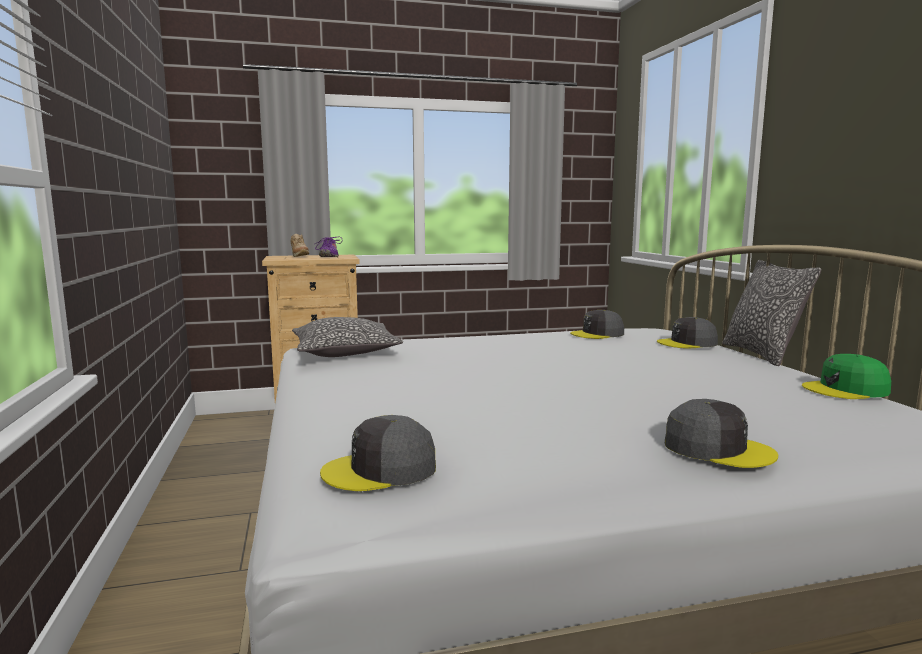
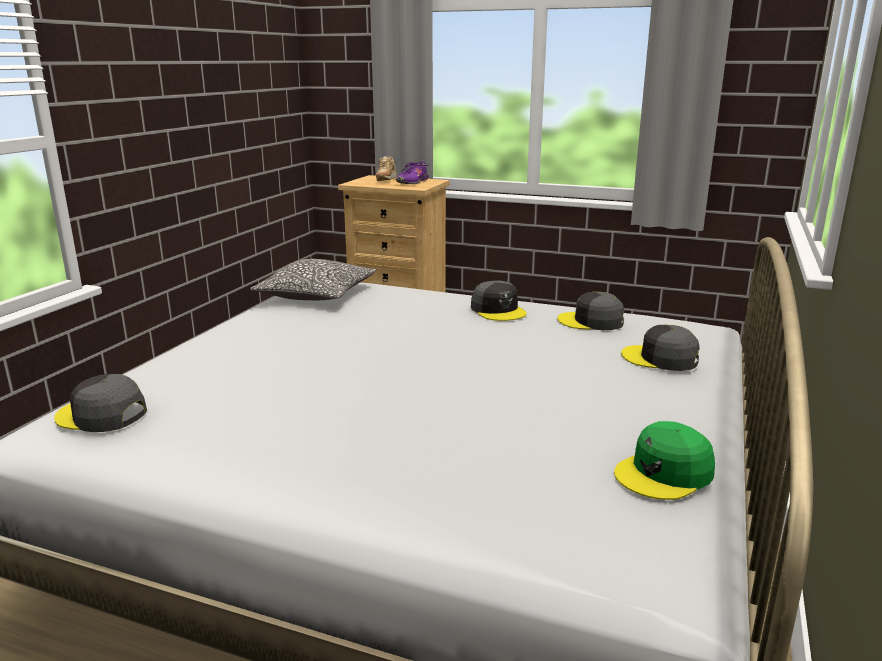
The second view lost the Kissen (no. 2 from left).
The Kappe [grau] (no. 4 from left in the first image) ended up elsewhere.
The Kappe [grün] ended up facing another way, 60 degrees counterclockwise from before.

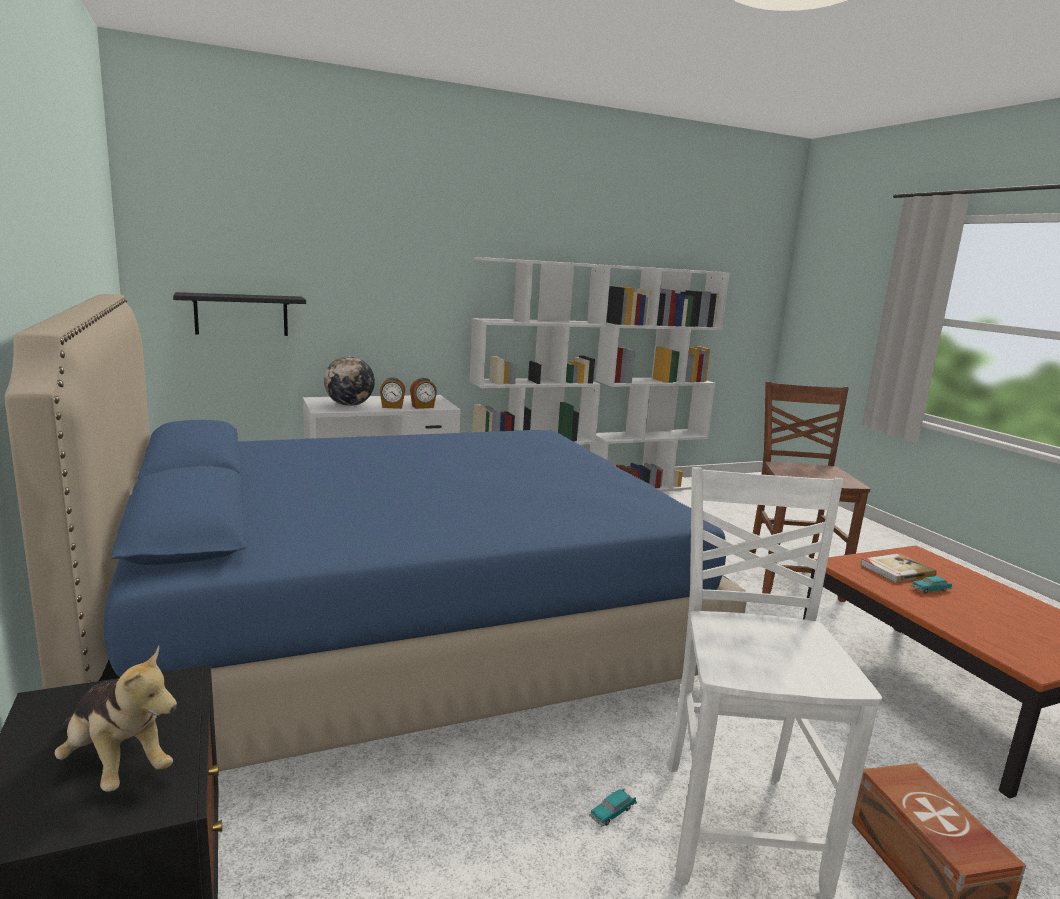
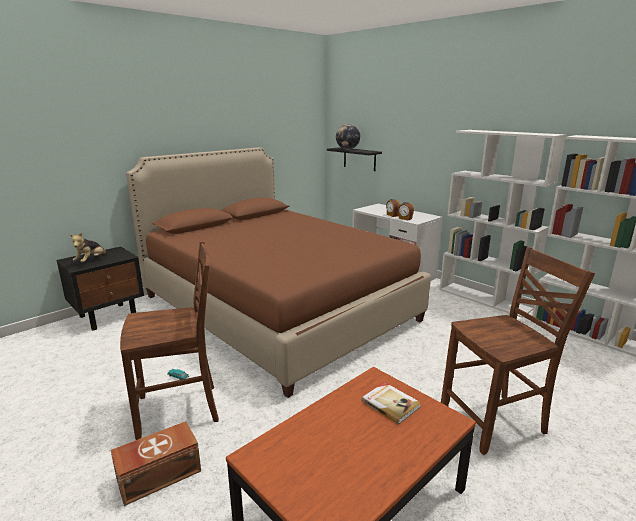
The second view lost the Spielzeugauto (no. 2 from left).
The Globus ended up elsewhere.
What was the Bett [blau] turned into the Bett [braun].
What was the Stuhl [weiß] turned into the Stuhl [braun] (no. 1 from left).

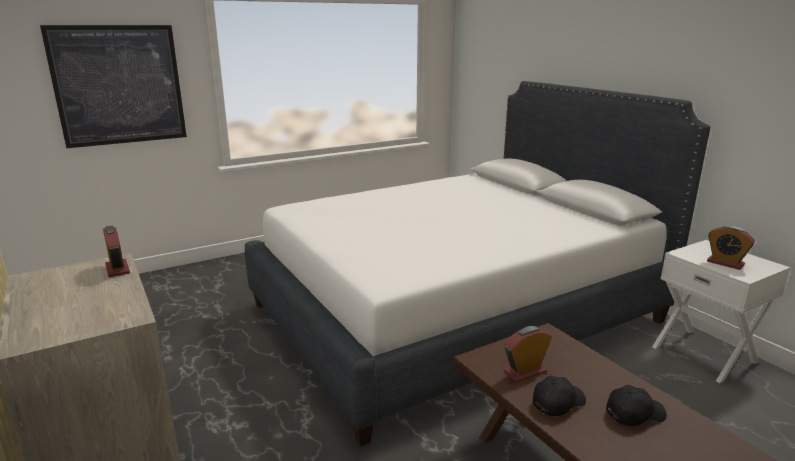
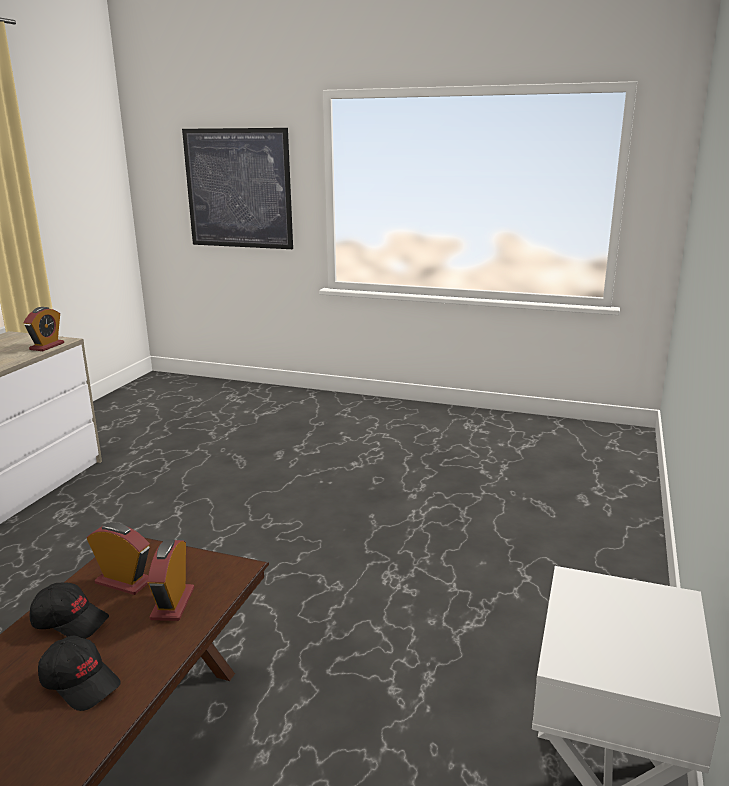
The second view lost the Bett [weiß].
The Wecker (no. 3 from left) ended up elsewhere.

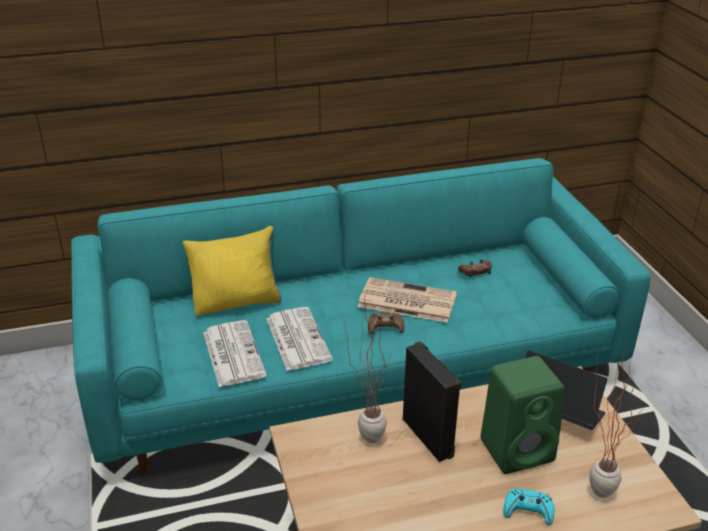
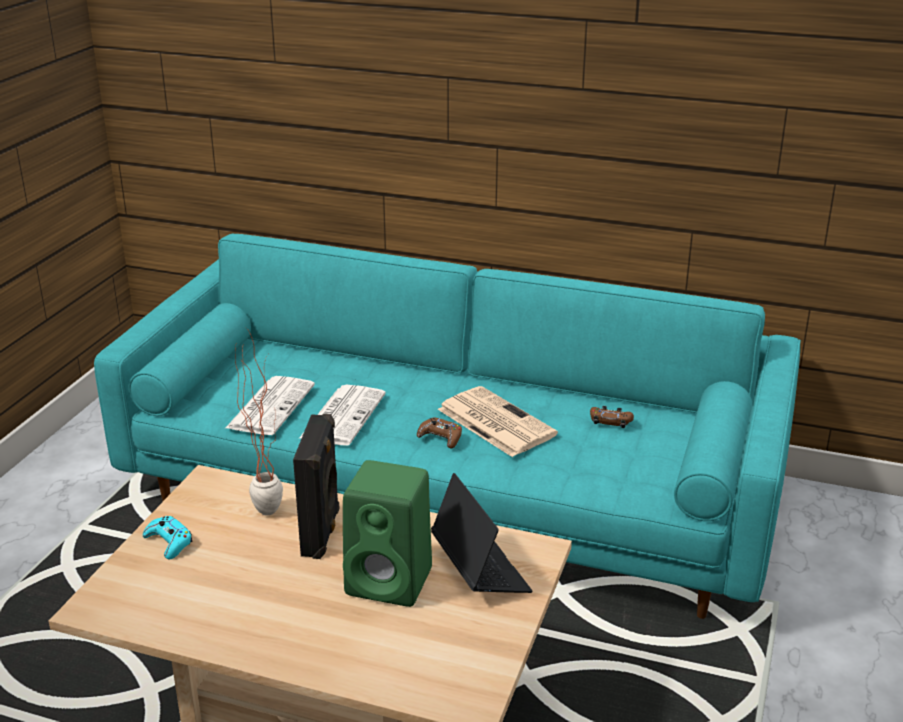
The second view lost the Kissen [gelb].
The second view lost the Topfpflanze (no. 2 from left).
The Gamepad [türkis] ended up elsewhere.

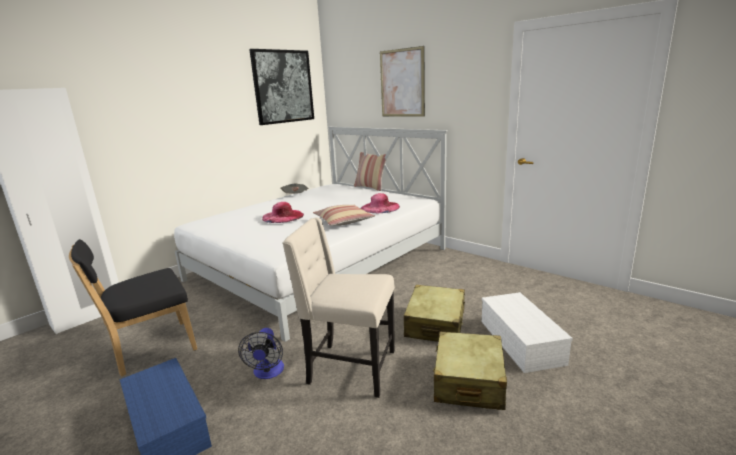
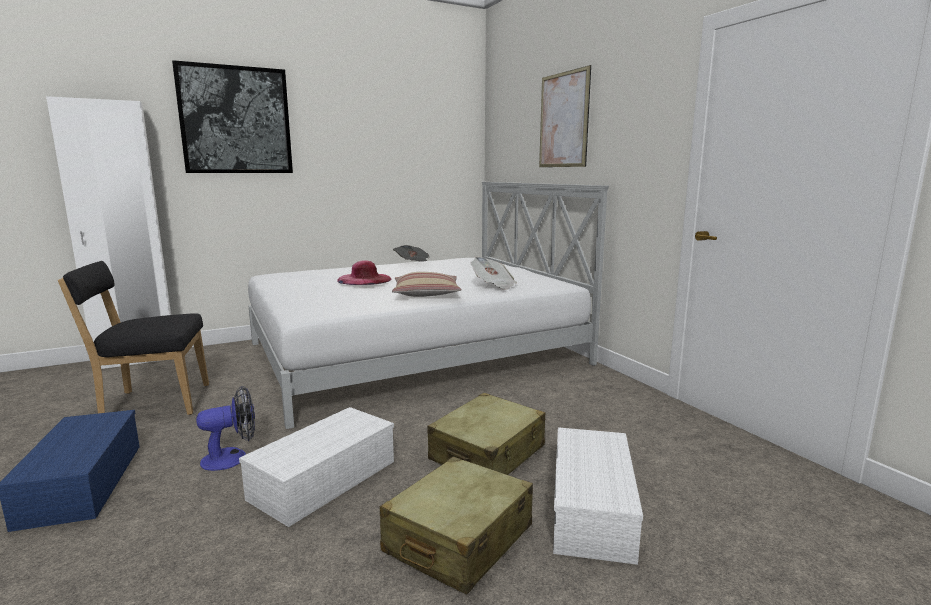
The second view lost the Kissen (no. 2 from left).
The Bild (no. 1 from left) ended up elsewhere.
Where the Stuhl [beige] stood, the Aufbewahrungsbox [weiß] (no. 1 from left) came to stand.
Where the Hut [rosa] (no. 2 from left) stood, the Zeitung (no. 2 from left) came to stand.
The Ventilator ended up facing another way, 135 degrees counterclockwise from before.

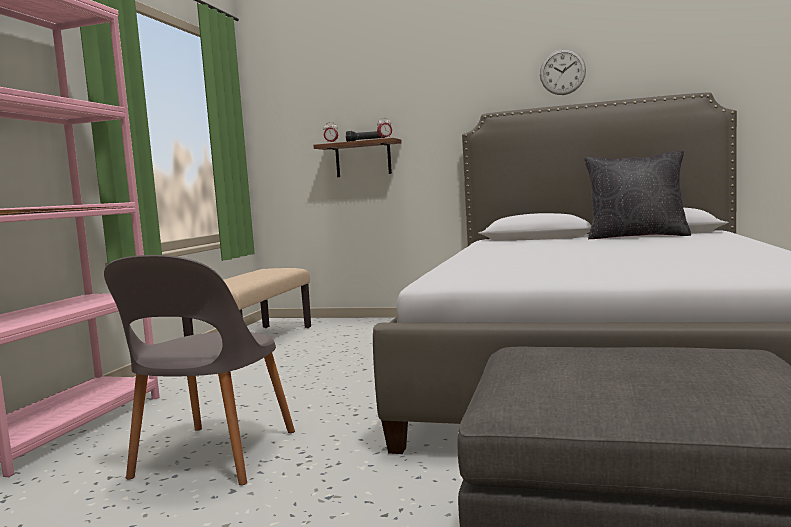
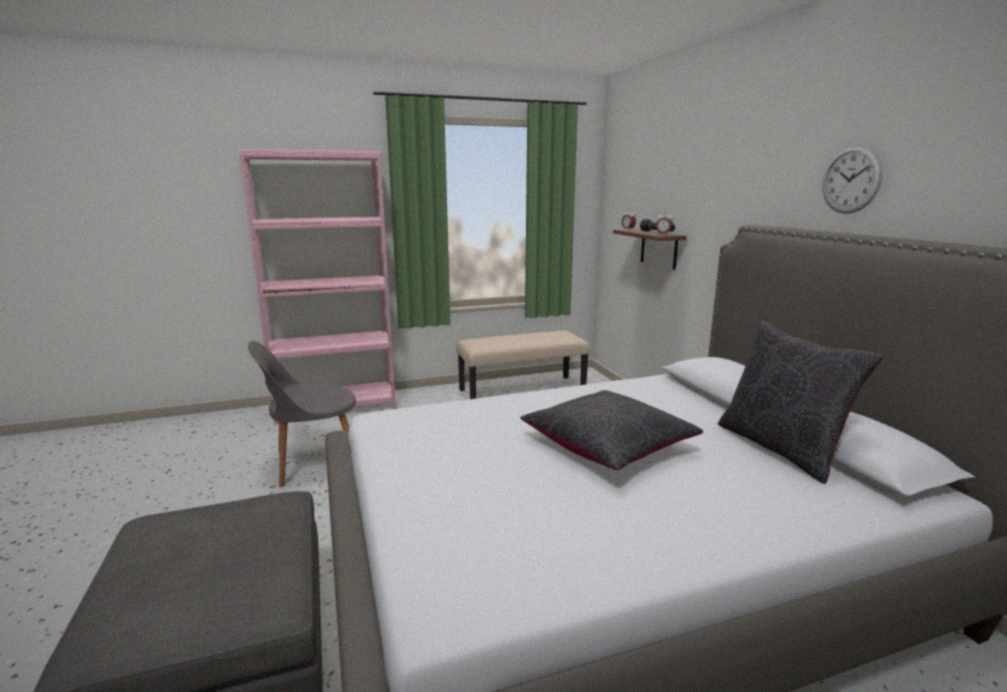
The second view gained the Kissen [schwarz] (no. 1 from left).

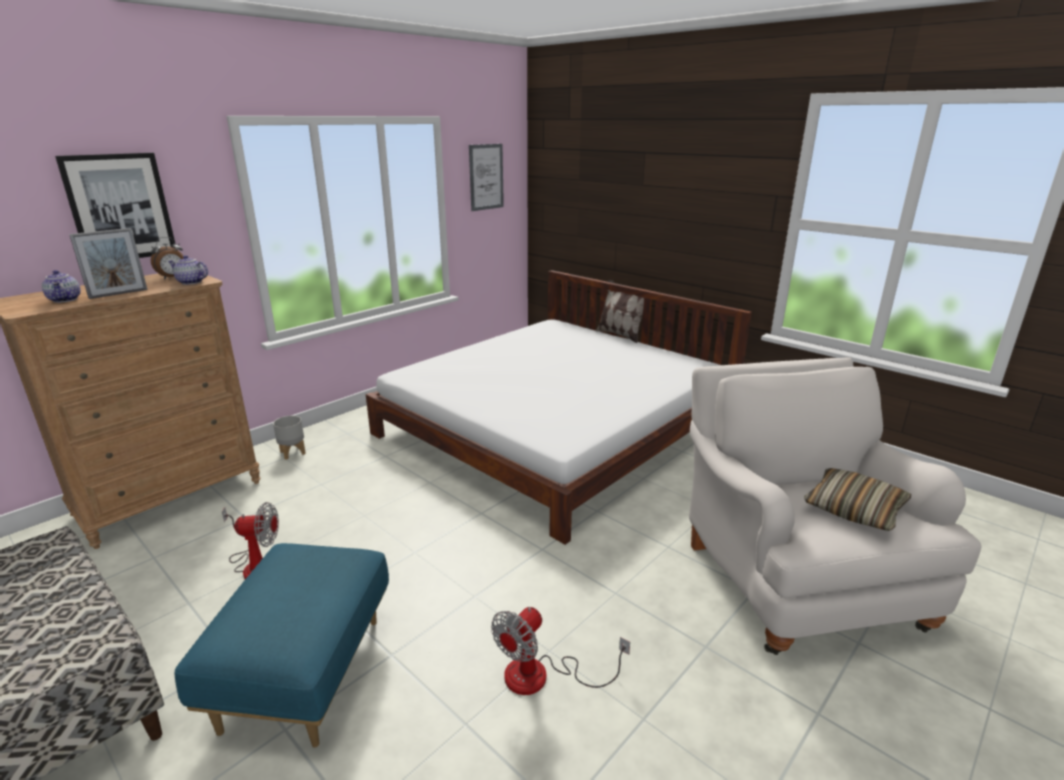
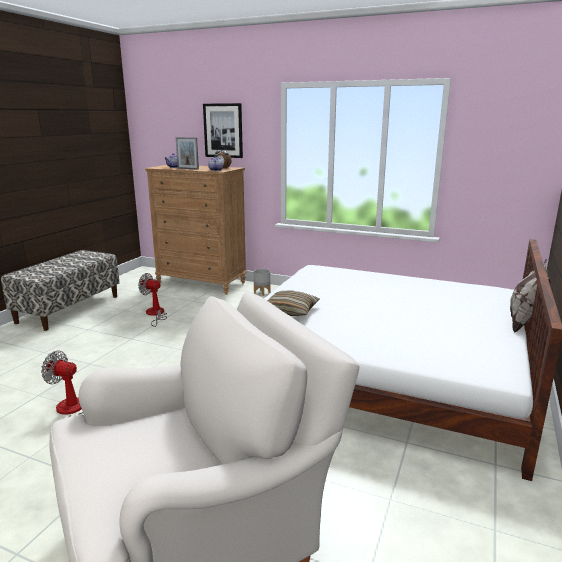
The second view lost the Polsterhocker [blau].
The second view lost the Bild (no. 2 from left).
The Kissen (no. 2 from left in the first image) ended up elsewhere.
The Ventilator (no. 1 from left in the first image) ended up facing another way, 135 degrees clockwise from before.

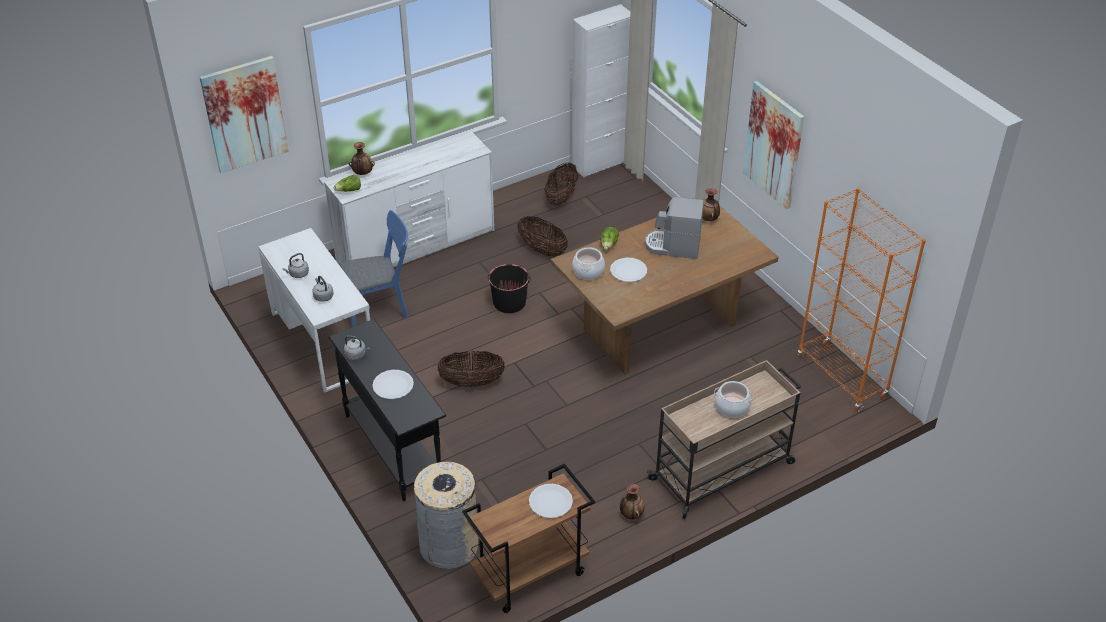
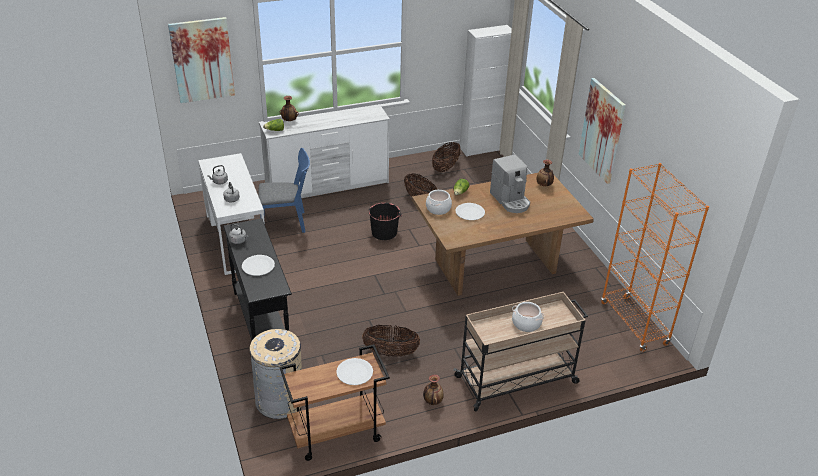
The Korb (no. 1 from left) ended up elsewhere.
The Kaffeemaschine ended up facing another way, 135 degrees counterclockwise from before.

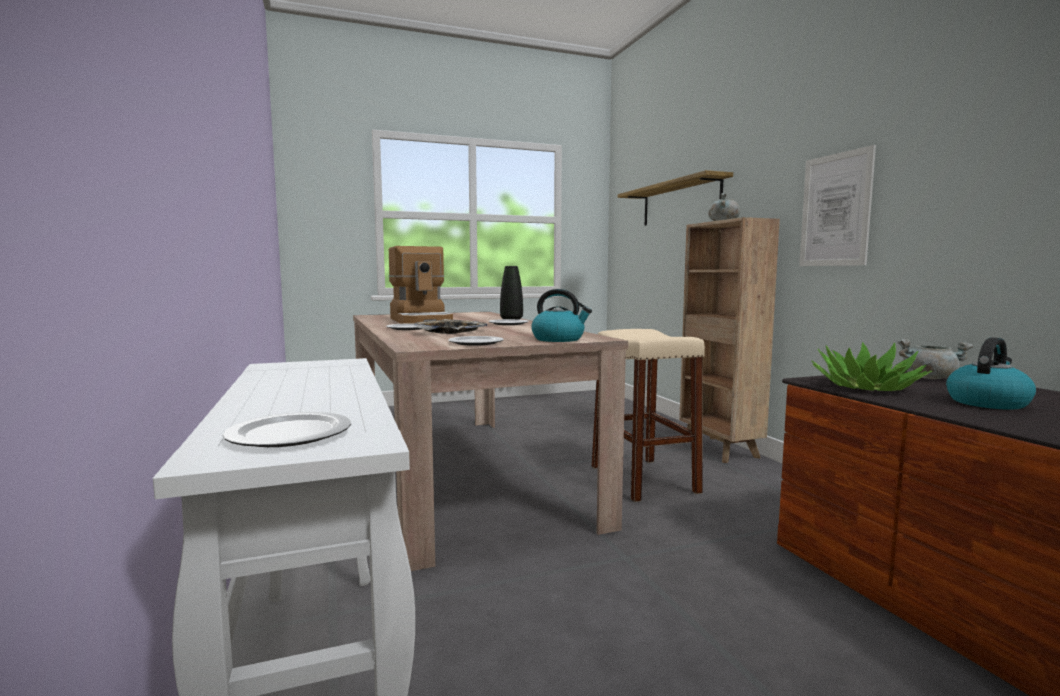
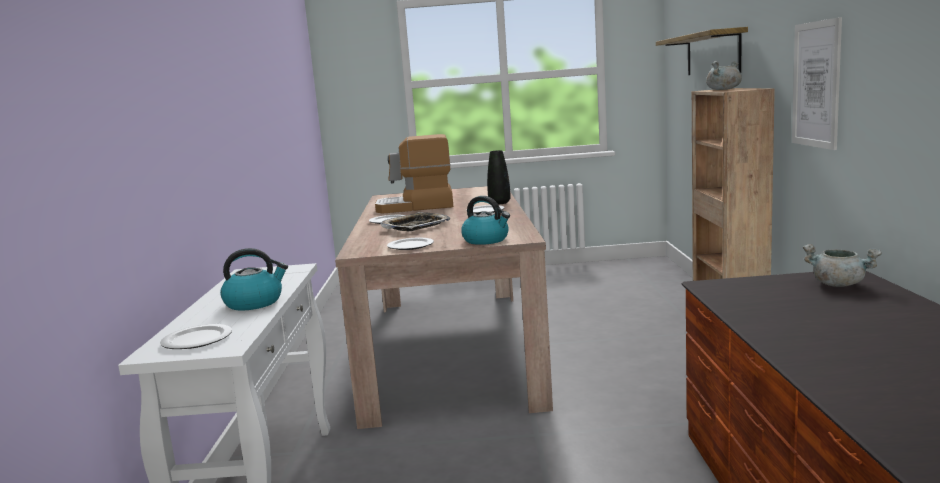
The second view lost the Hocker [beige].
The second view lost the Topfpflanze.
The Wasserkessel (no. 2 from left in the first image) ended up elsewhere.
The Kaffeemaschine ended up facing another way, 90 degrees clockwise from before.

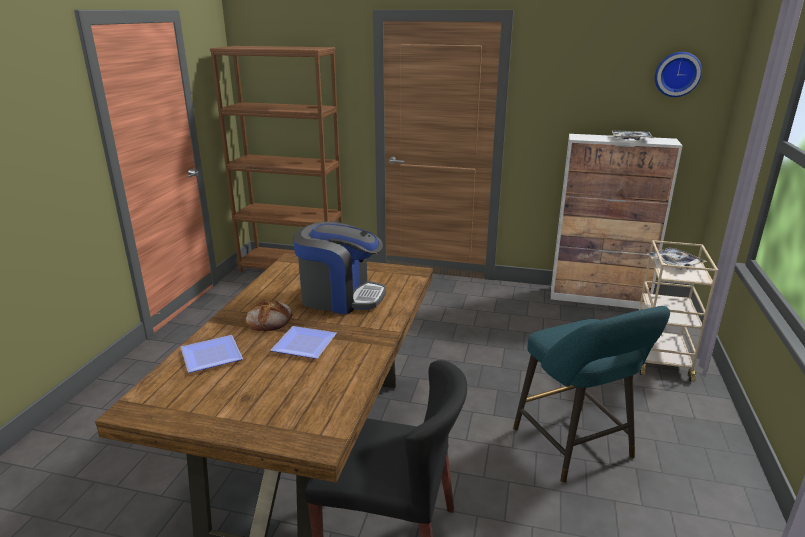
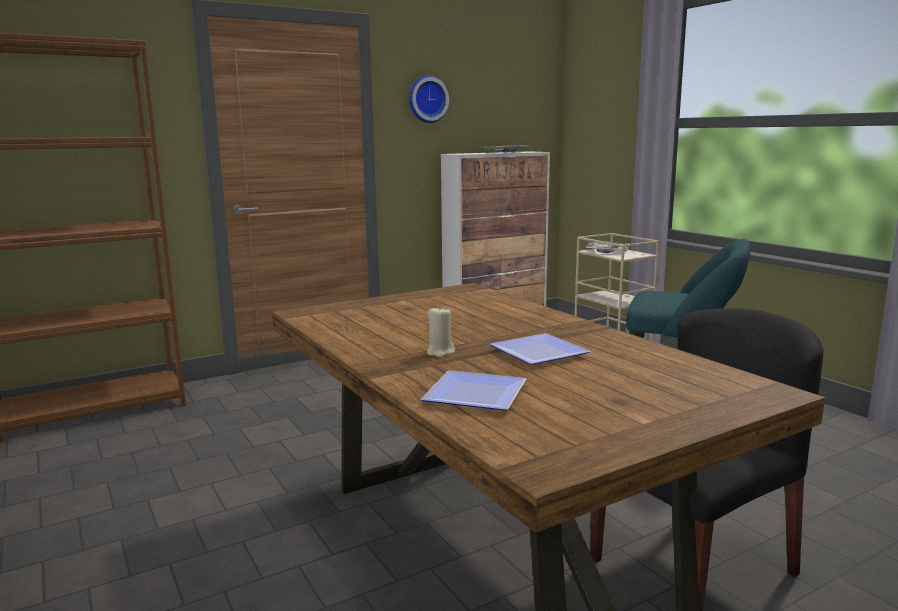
The second view lost the Kaffeemaschine.
The Wanduhr ended up elsewhere.
Where the Brot stood, the Kerze [beige] came to stand.

